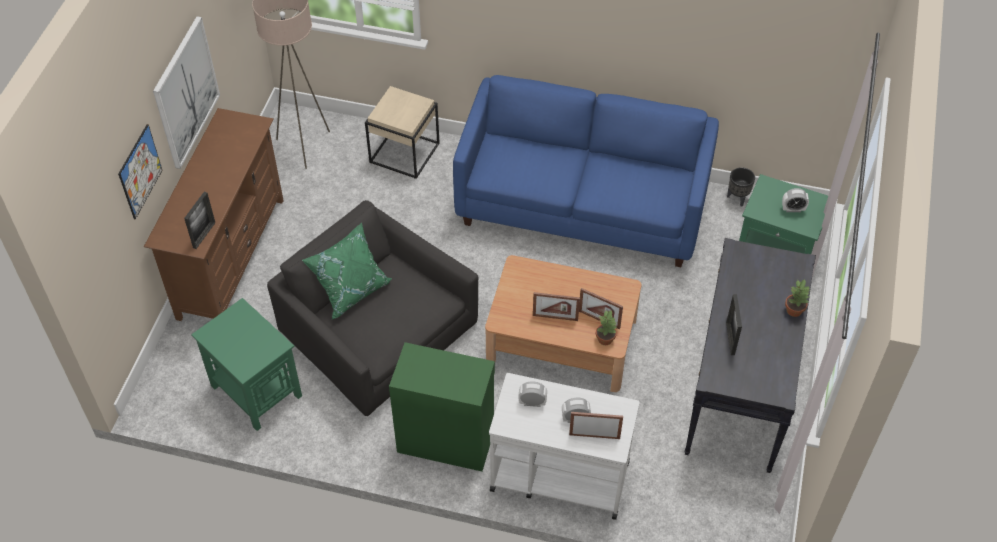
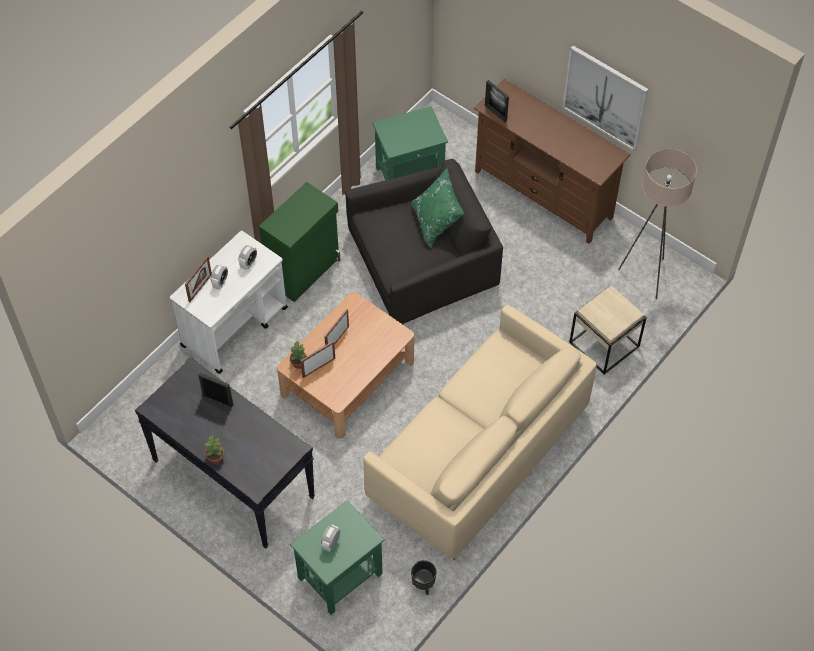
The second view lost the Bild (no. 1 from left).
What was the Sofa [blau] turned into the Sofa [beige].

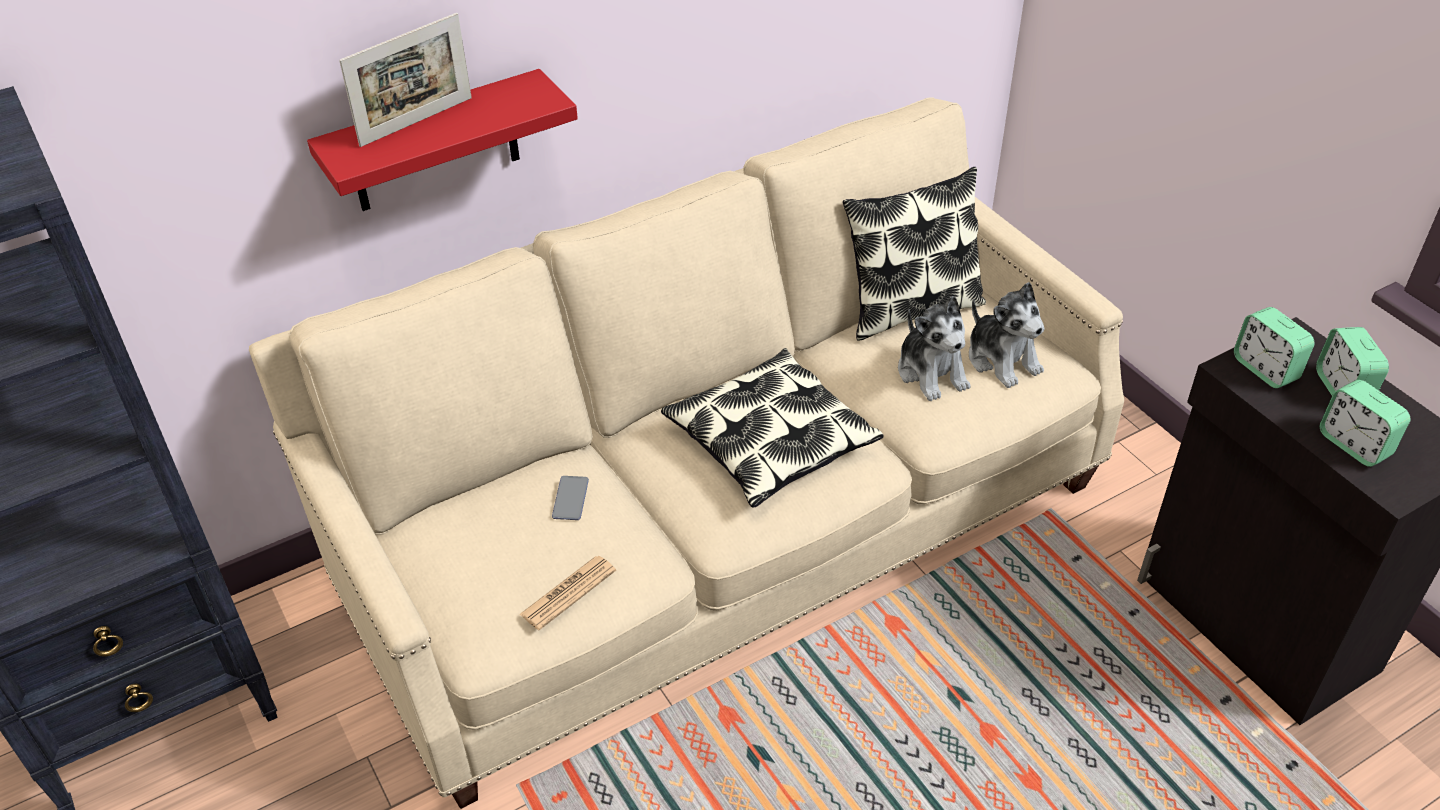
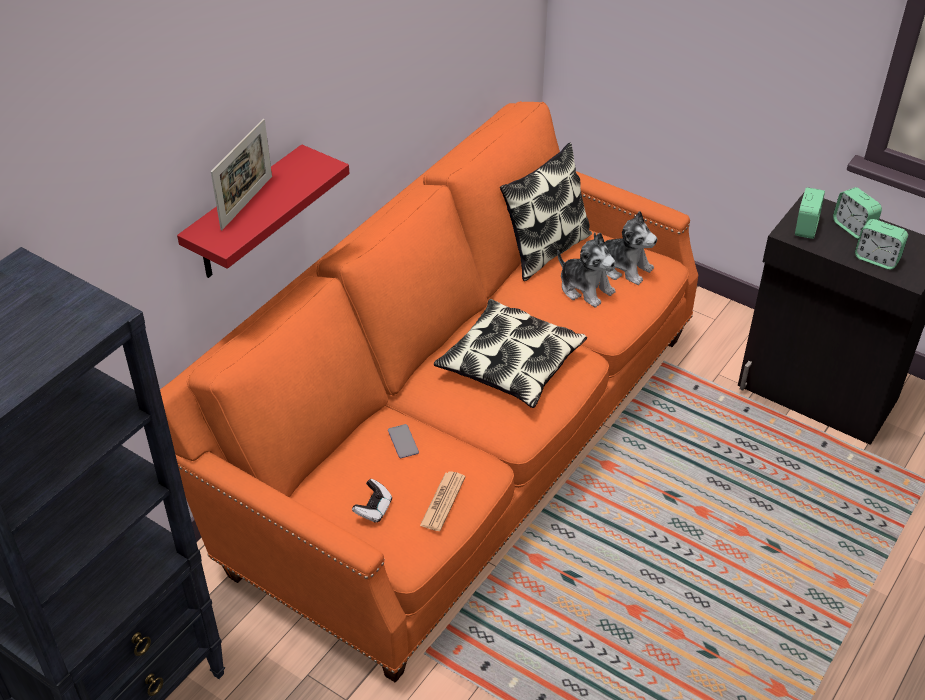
The second view gained the Gamepad.
What was the Sofa [beige] turned into the Sofa [orange].
The Wecker (no. 1 from left) ended up facing another way, 105 degrees counterclockwise from before.

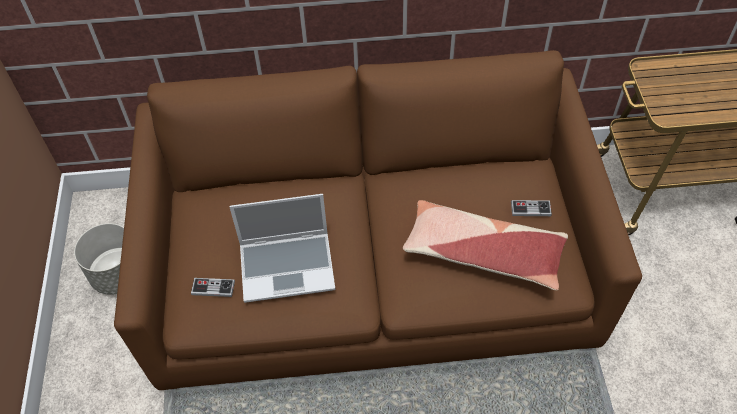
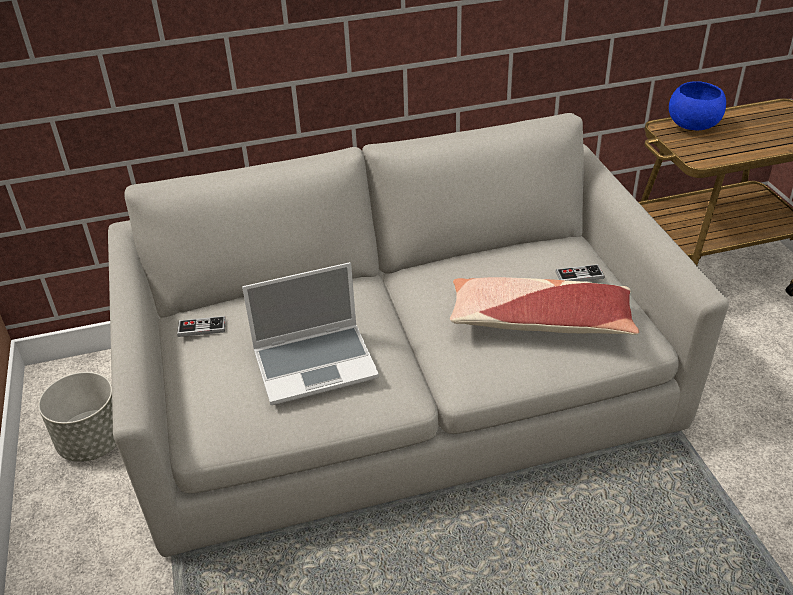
The second view gained the Schüssel [blau].
The Gamepad (no. 1 from left) ended up elsewhere.
What was the Sofa [braun] turned into the Sofa [grau].

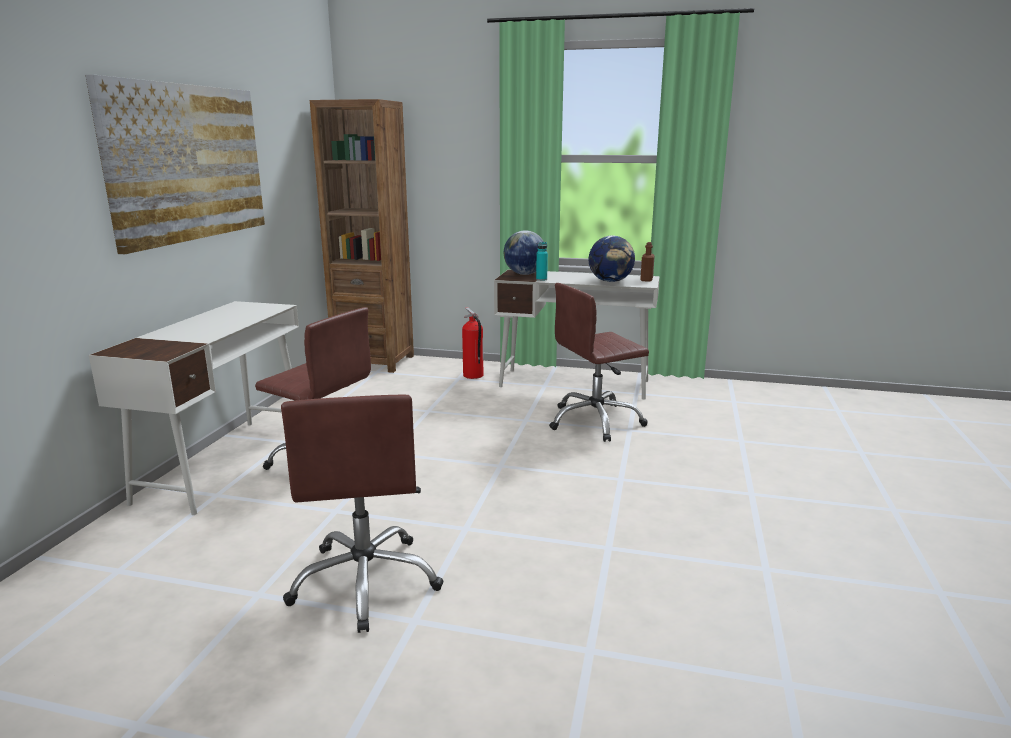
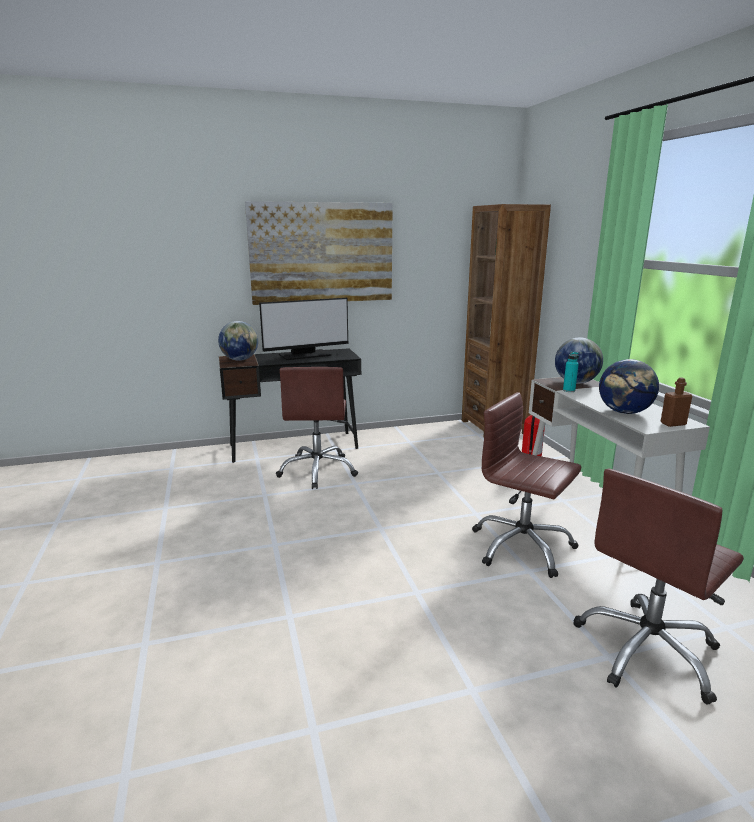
The second view gained the Globus (no. 1 from left).
The second view gained the Monitor.
The Bürostuhl [braun] (no. 2 from left in the first image) ended up elsewhere.
What was the Schreibtisch [weiß] (no. 1 from left) turned into the Schreibtisch [schwarz].

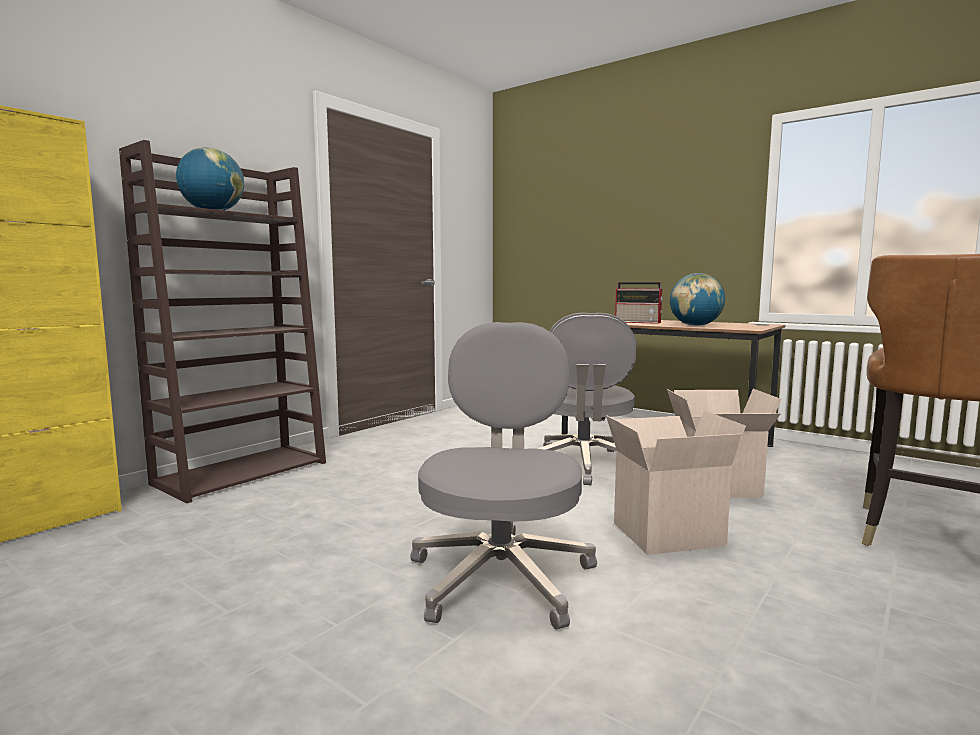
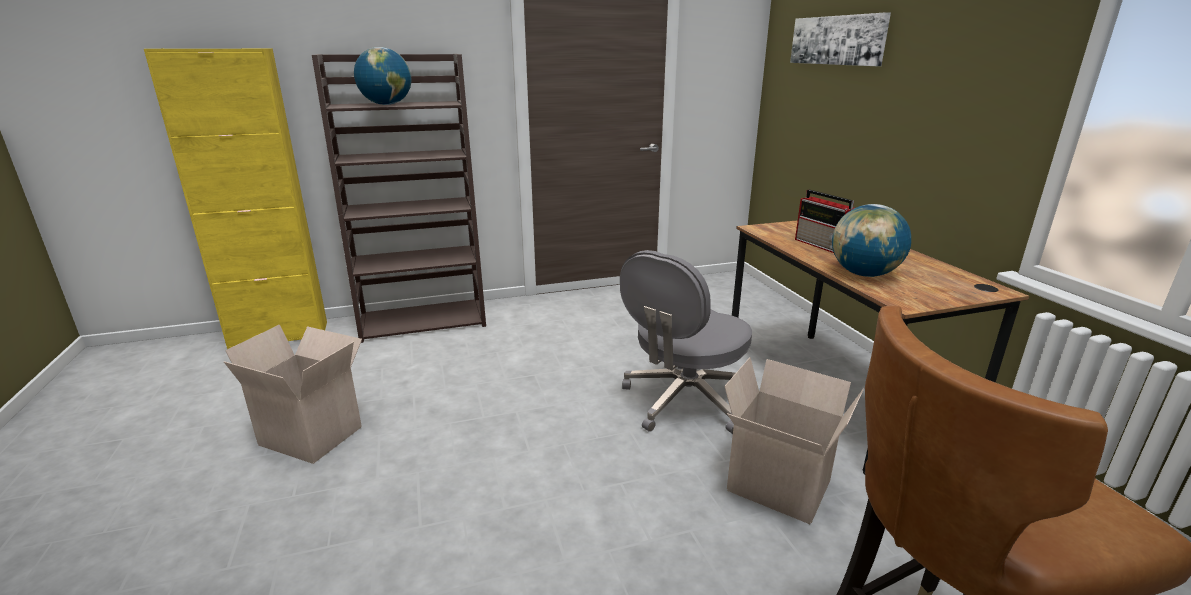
The second view lost the Bürostuhl [grau] (no. 1 from left).
The second view gained the Bild.
The Karton (no. 1 from left) ended up elsewhere.

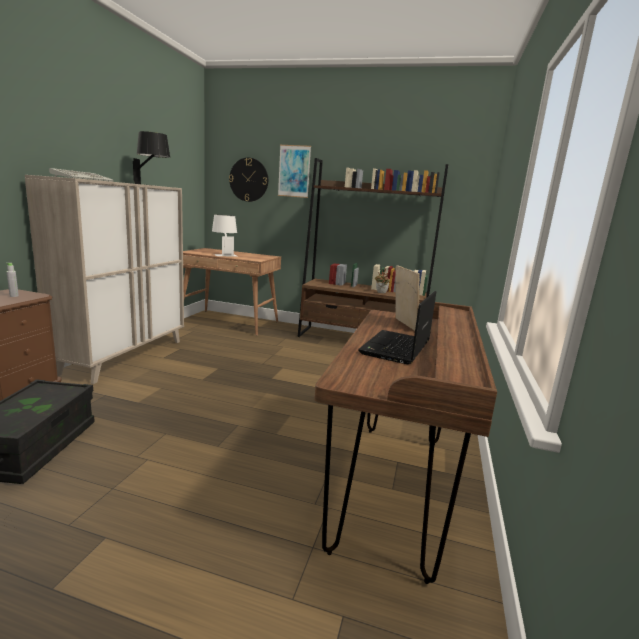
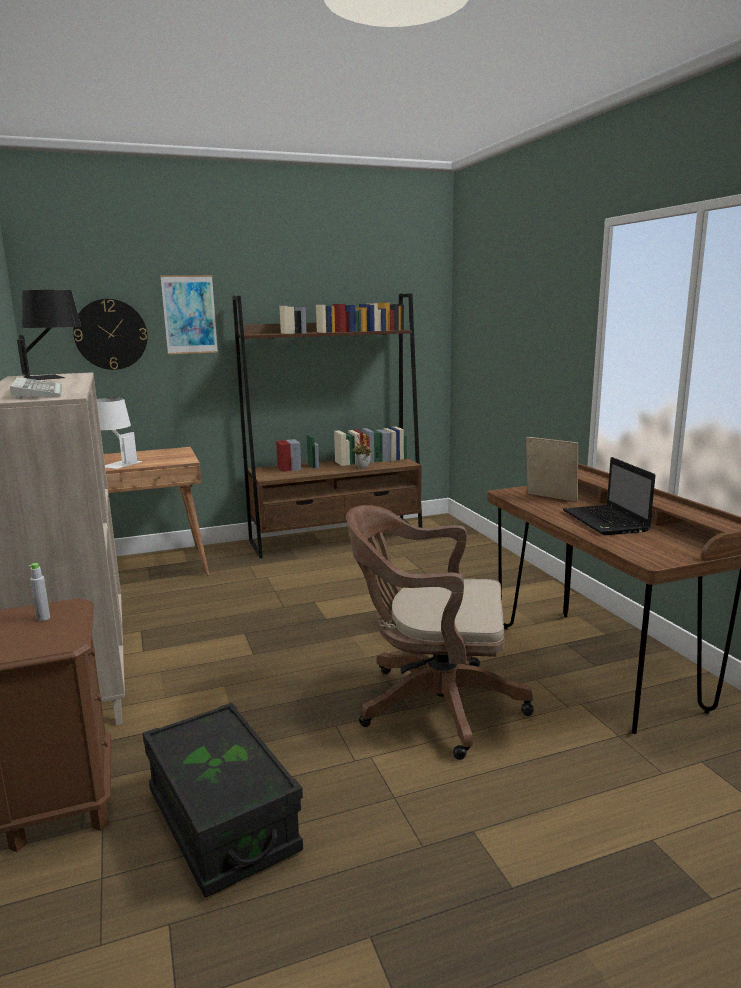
The second view gained the Bürostuhl [braun].

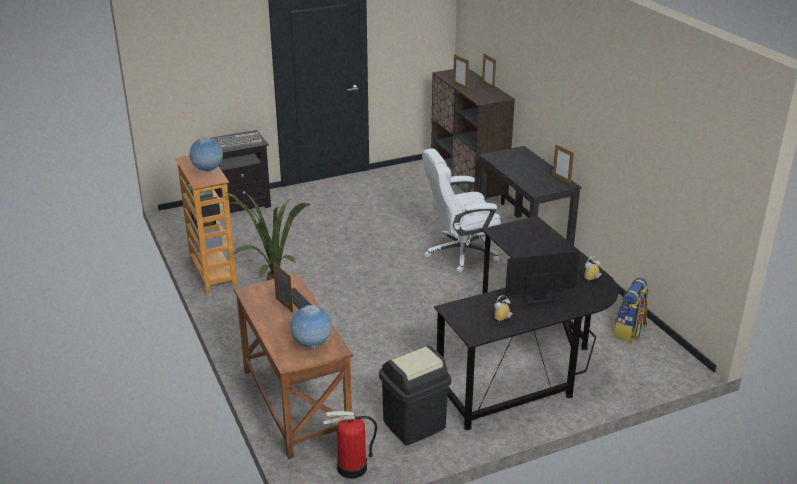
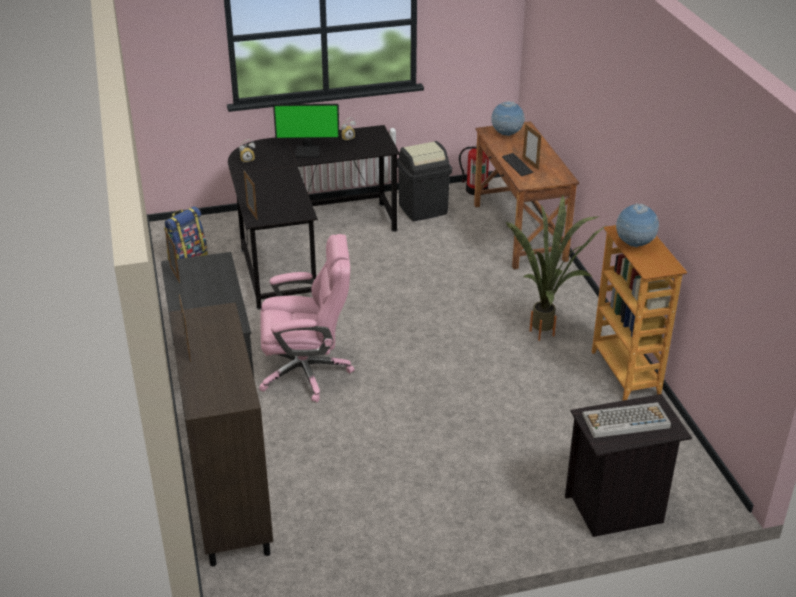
The Bilderrahmen (no. 2 from left in the first image) ended up elsewhere.
What was the Bürostuhl [weiß] turned into the Bürostuhl [rosa].

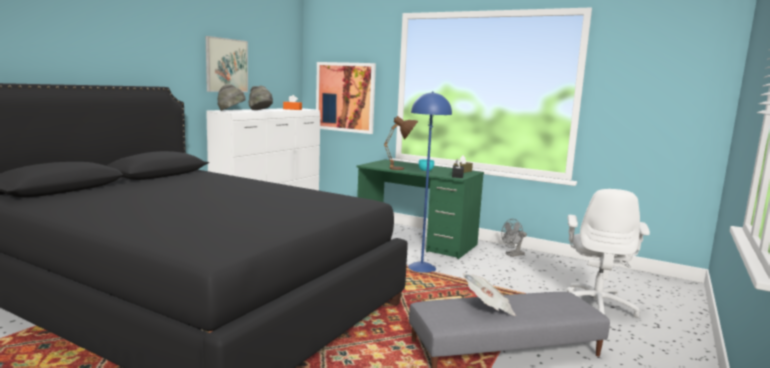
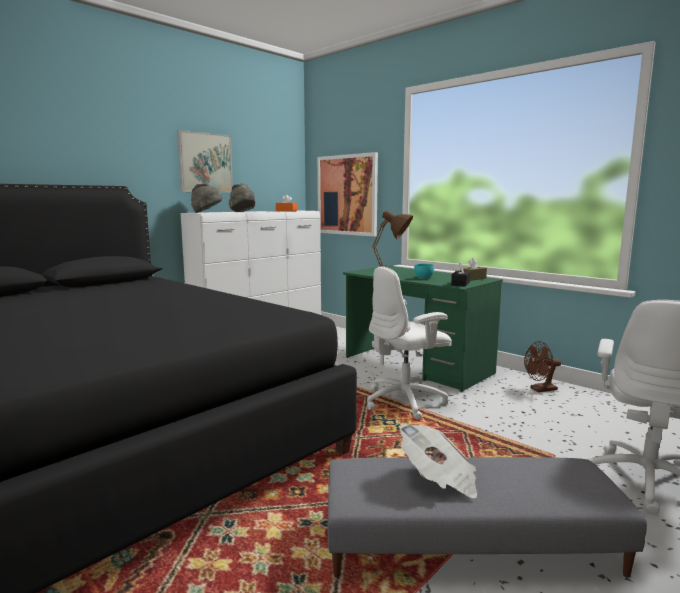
Where the Stehlampe [blau] stood, the Bürostuhl [weiß] (no. 1 from left) came to stand.
What was the Ventilator [grau] turned into the Ventilator [braun].

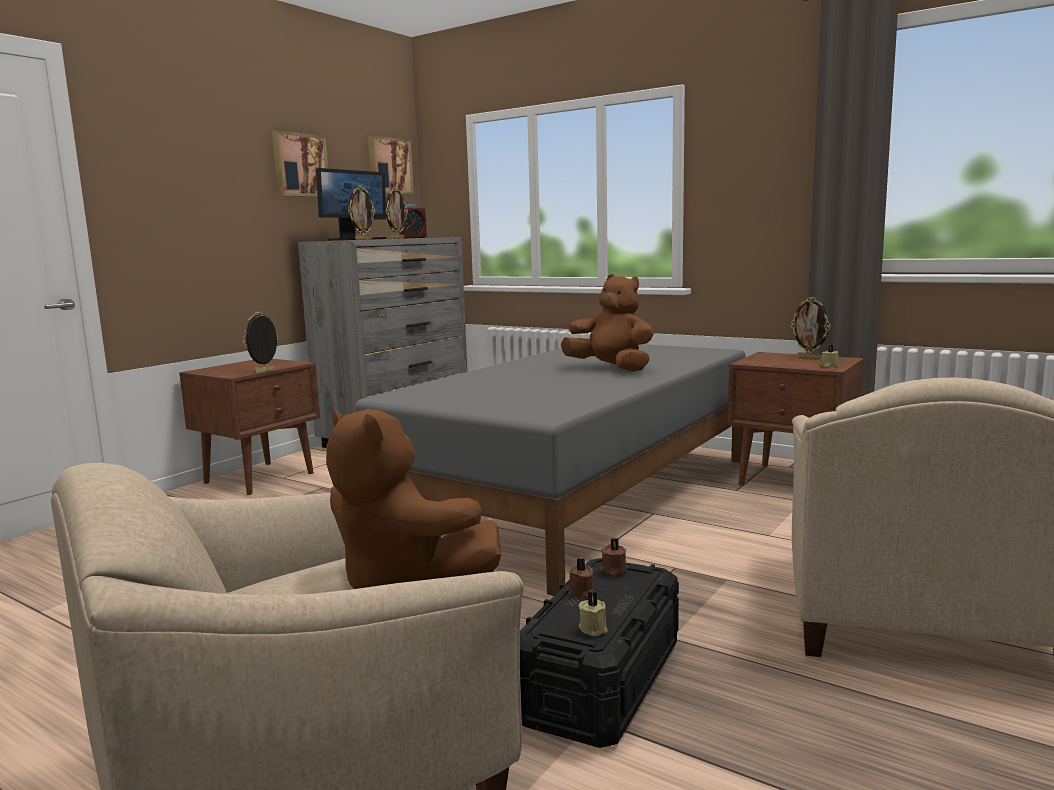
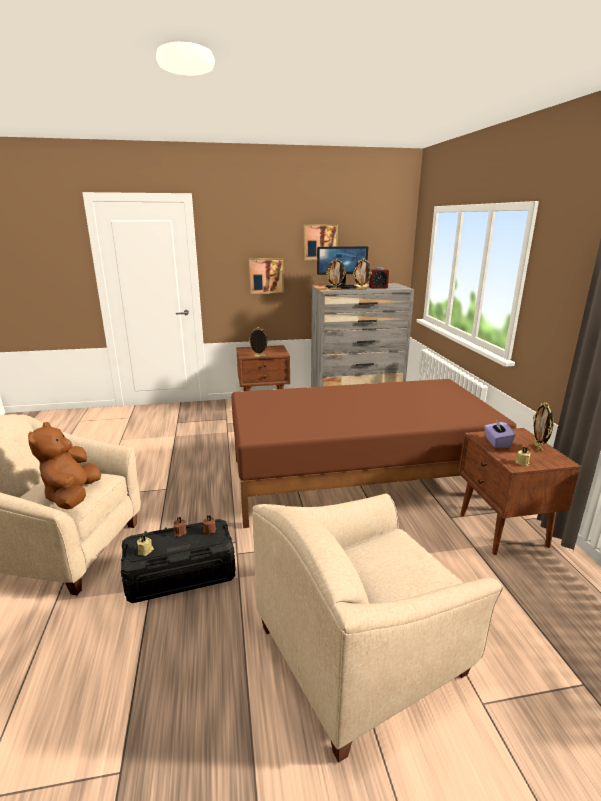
The second view lost the Plüschtier [braun] (no. 2 from left).
The second view gained the Taschentuchbox [lila].
The Bild (no. 2 from left in the first image) ended up elsewhere.
What was the Bett [grau] turned into the Bett [braun].

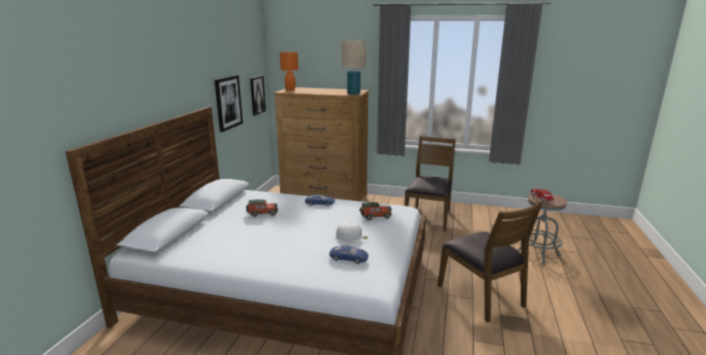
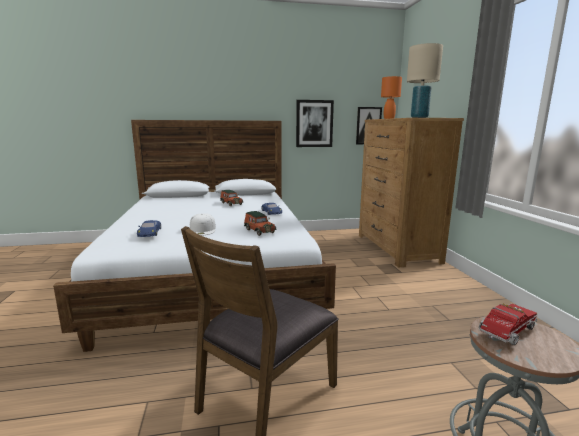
The second view lost the Stuhl [braun] (no. 1 from left).

